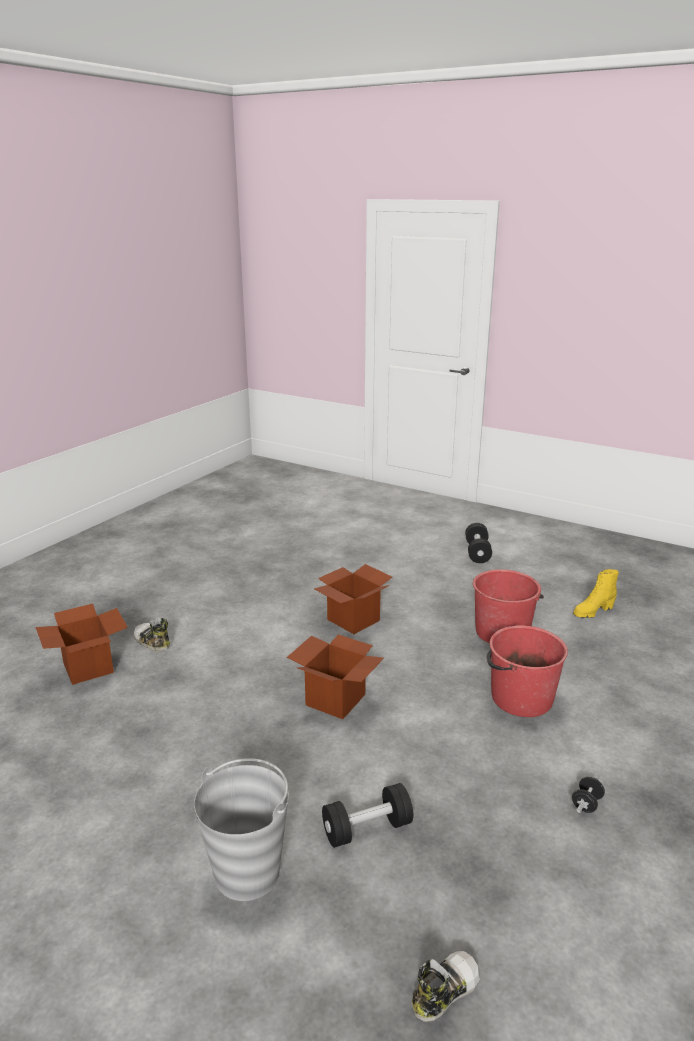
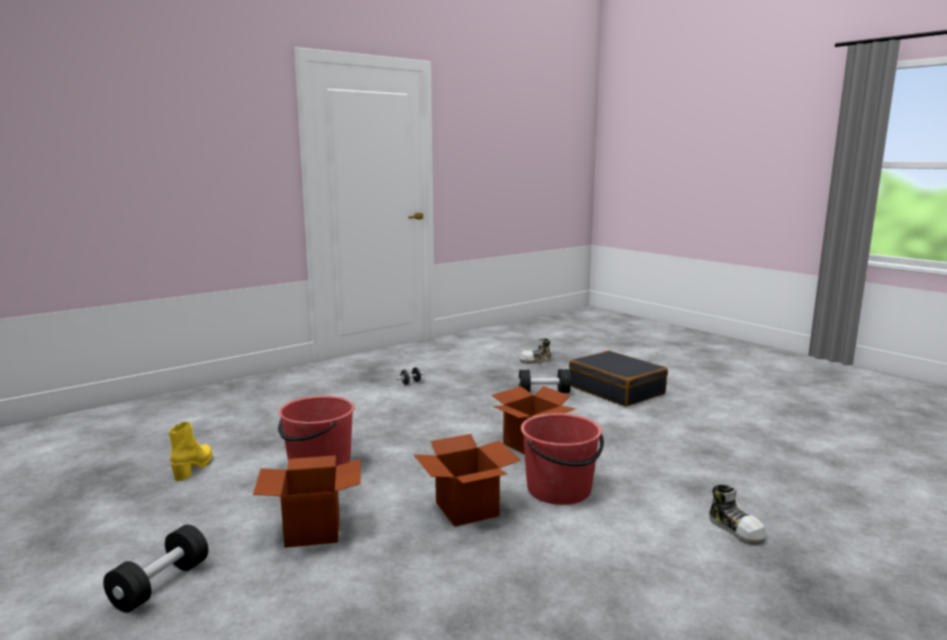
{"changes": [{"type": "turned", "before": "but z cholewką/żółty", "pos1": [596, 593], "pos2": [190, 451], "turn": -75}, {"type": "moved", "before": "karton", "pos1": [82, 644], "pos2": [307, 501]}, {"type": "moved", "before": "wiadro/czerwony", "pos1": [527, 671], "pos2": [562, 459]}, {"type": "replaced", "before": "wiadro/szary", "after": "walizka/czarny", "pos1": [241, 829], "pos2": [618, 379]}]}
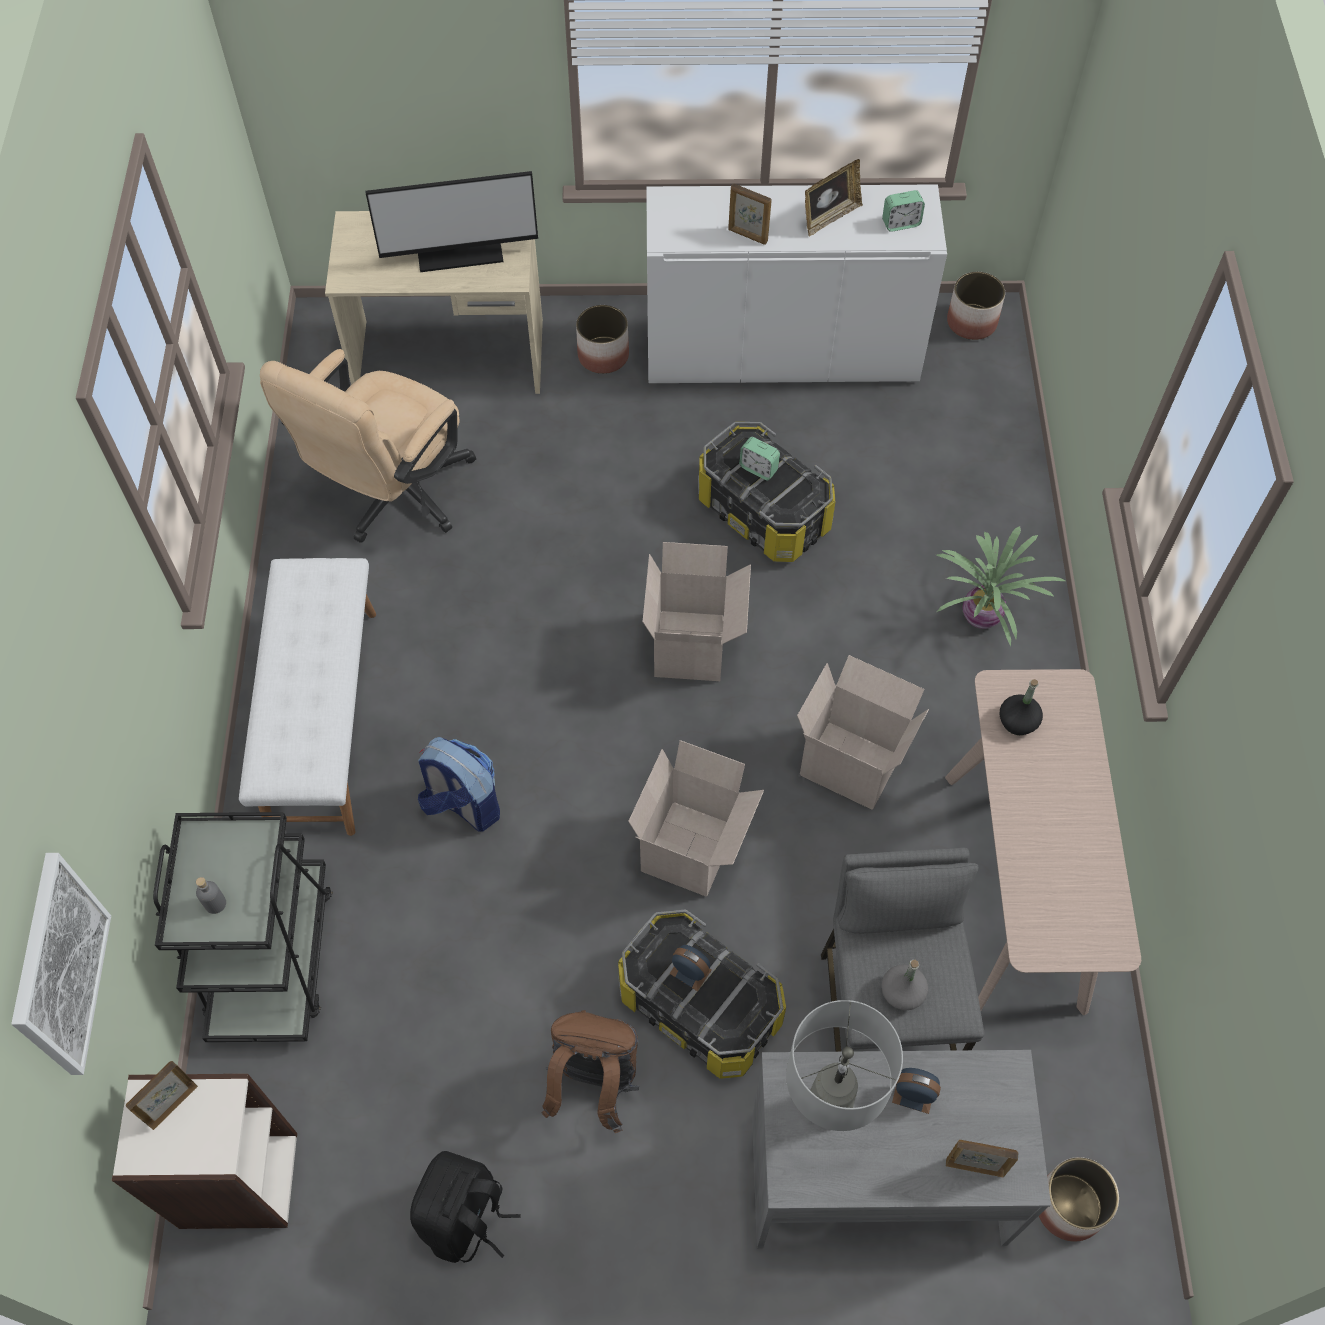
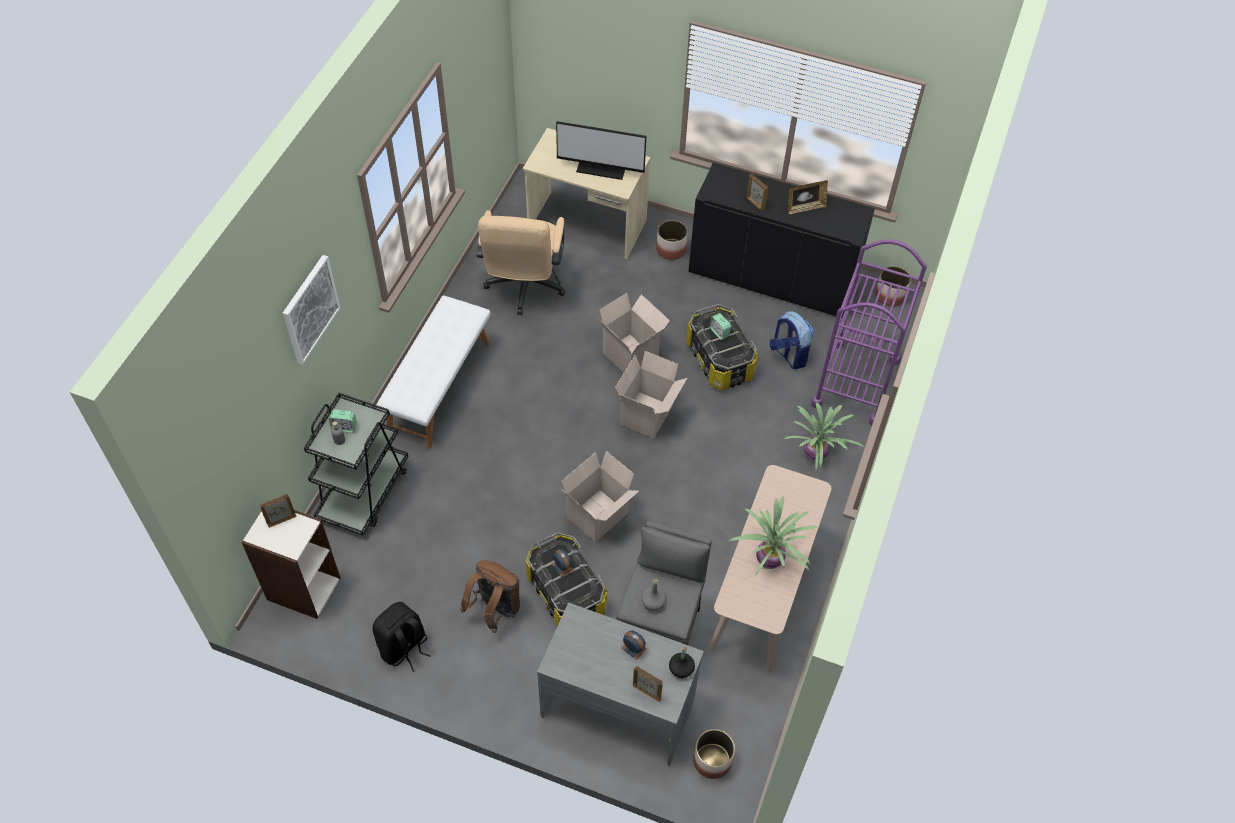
{"changes": [{"type": "recoloured", "before": "szafka/biały", "after": "szafka/czarny", "pos1": [796, 283], "pos2": [781, 240]}, {"type": "moved", "before": "budzik", "pos1": [903, 211], "pos2": [343, 421]}, {"type": "turned", "before": "krzesło biurowe/beżowy", "pos1": [368, 446], "pos2": [521, 262], "turn": -45}, {"type": "moved", "before": "karton", "pos1": [863, 732], "pos2": [634, 333]}, {"type": "moved", "before": "butelka/czarny", "pos1": [1021, 707], "pos2": [682, 662]}, {"type": "moved", "before": "plecak", "pos1": [459, 784], "pos2": [792, 340]}, {"type": "moved", "before": "obraz", "pos1": [61, 964], "pos2": [311, 310]}, {"type": "removed", "before": "lampa stołowa/szary", "pos1": [844, 1065]}, {"type": "added", "after": "wózek/fioletowy", "pos2": [869, 332]}, {"type": "added", "after": "roślina doniczkowa", "pos2": [773, 535]}]}
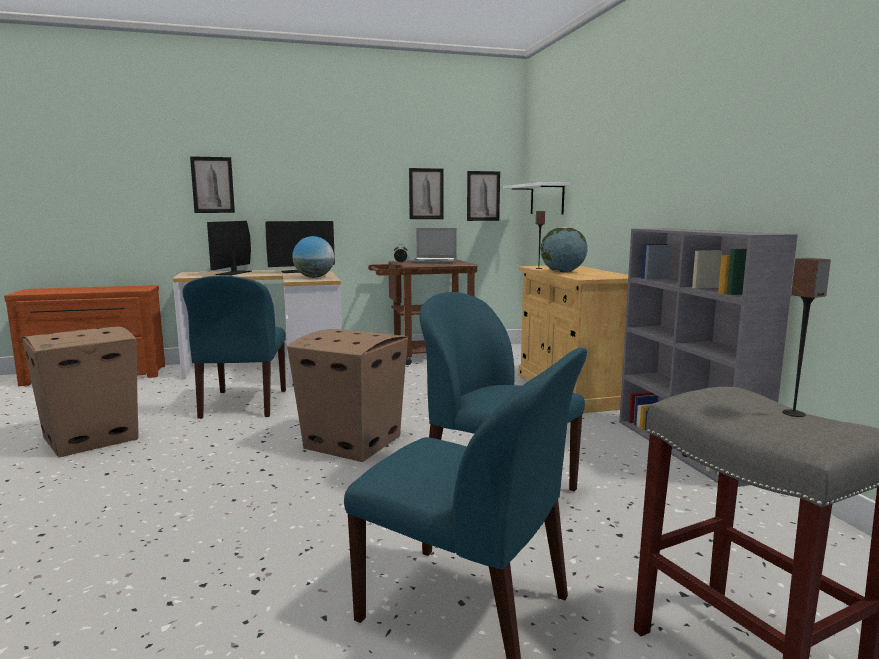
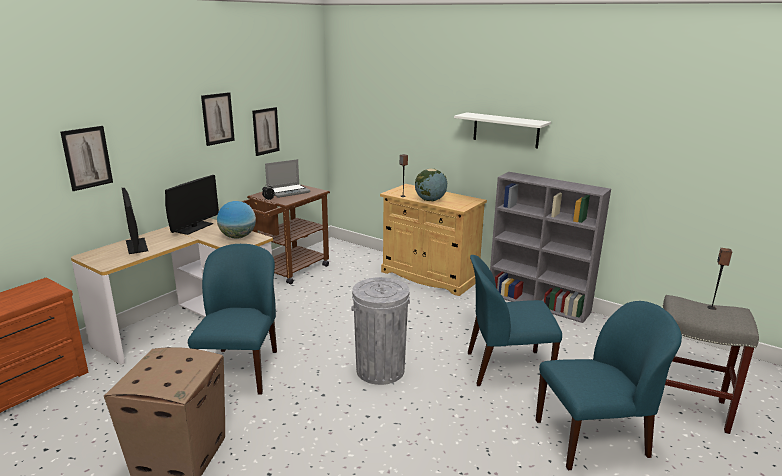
{"changes": [{"type": "moved", "before": "obraz", "pos1": [483, 196], "pos2": [218, 119]}, {"type": "moved", "before": "półka/biały", "pos1": [536, 198], "pos2": [502, 130]}, {"type": "turned", "before": "krzesło/niebieski", "pos1": [234, 347], "pos2": [232, 319], "turn": -135}, {"type": "replaced", "before": "karton", "after": "kosz na śmieci/szary", "pos1": [347, 395], "pos2": [380, 331]}]}
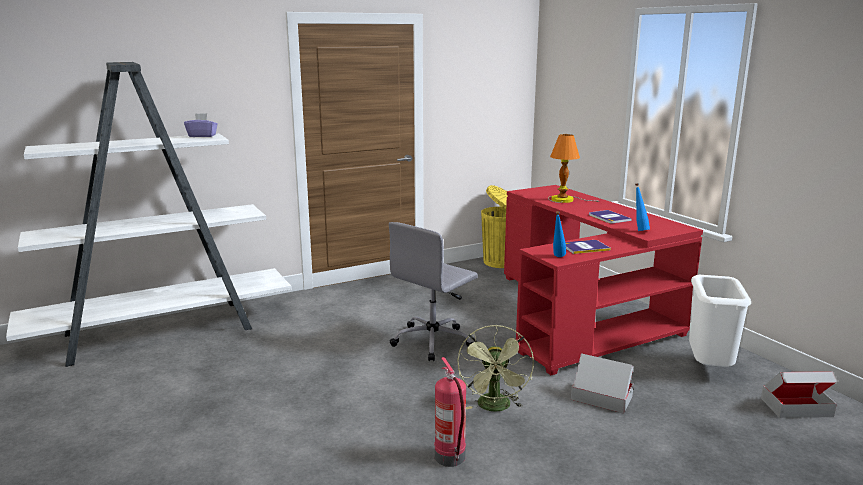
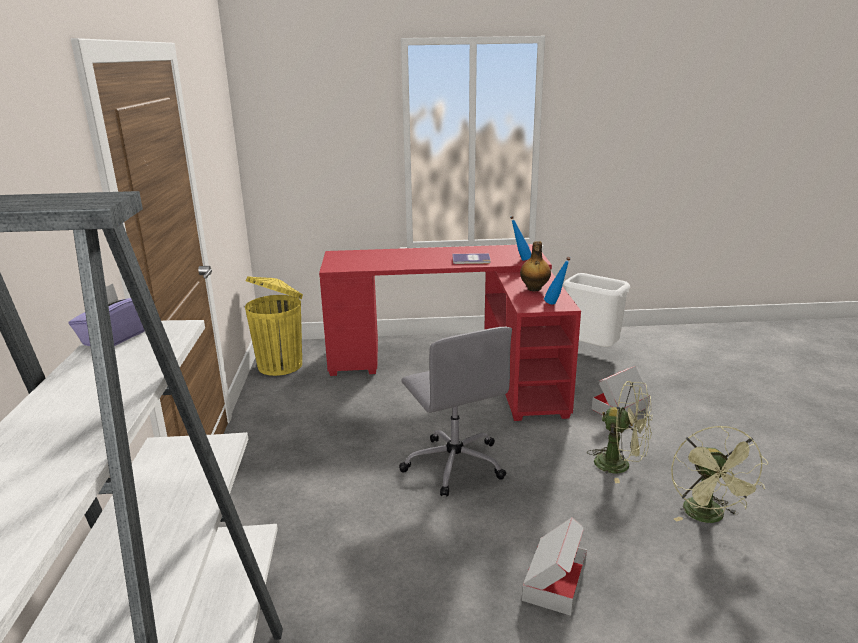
{"changes": [{"type": "removed", "before": "lampa stołowa", "pos1": [574, 168]}, {"type": "replaced", "before": "książka", "after": "butelka", "pos1": [588, 247], "pos2": [535, 266]}, {"type": "replaced", "before": "gaśnica", "after": "wentylator/zielony", "pos1": [450, 412], "pos2": [720, 474]}, {"type": "moved", "before": "karton", "pos1": [799, 394], "pos2": [554, 566]}]}
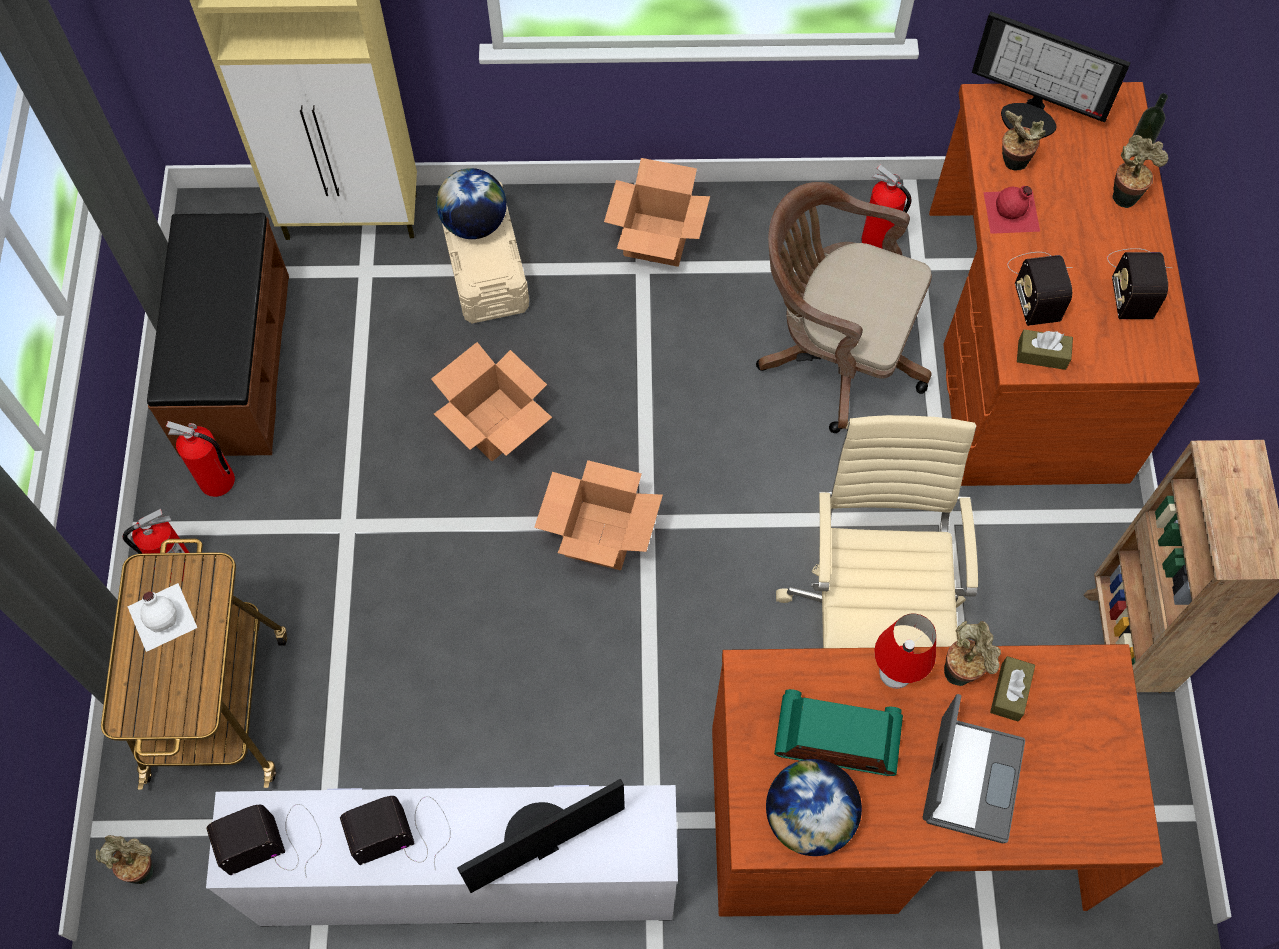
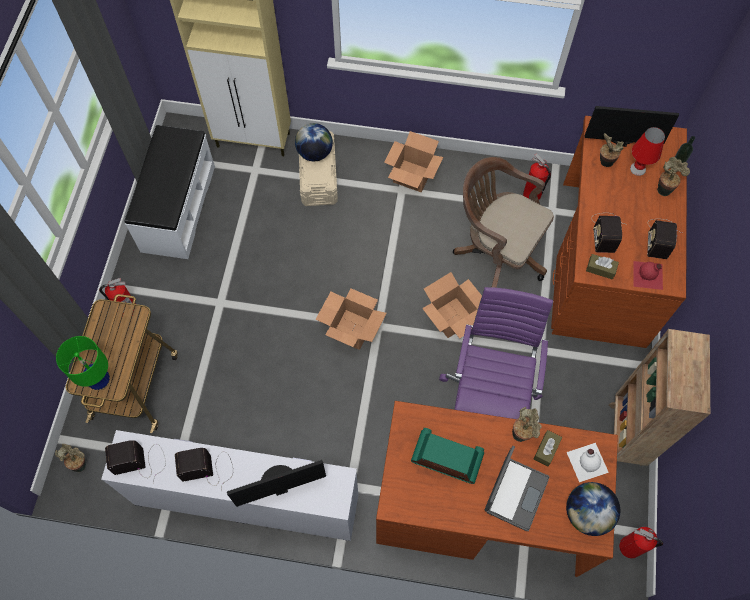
{"changes": [{"type": "turned", "before": "monitor", "pos1": [1051, 75], "pos2": [631, 126], "turn": 150}, {"type": "moved", "before": "butelka/czerwony", "pos1": [1012, 210], "pos2": [648, 275]}, {"type": "recoloured", "before": "ławka/brązowy", "after": "ławka/biały", "pos1": [218, 334], "pos2": [169, 192]}, {"type": "moved", "before": "karton", "pos1": [491, 401], "pos2": [452, 305]}, {"type": "recoloured", "before": "krzesło biurowe/beżowy", "after": "krzesło biurowe/fioletowy", "pos1": [877, 531], "pos2": [496, 353]}, {"type": "moved", "before": "gaśnica", "pos1": [200, 459], "pos2": [641, 543]}, {"type": "moved", "before": "butelka/biały", "pos1": [162, 617], "pos2": [588, 462]}, {"type": "moved", "before": "lampa stołowa/czerwony", "pos1": [905, 651], "pos2": [647, 151]}, {"type": "moved", "before": "globus", "pos1": [814, 807], "pos2": [593, 509]}, {"type": "added", "after": "lampa stołowa/zielony", "pos2": [83, 363]}]}
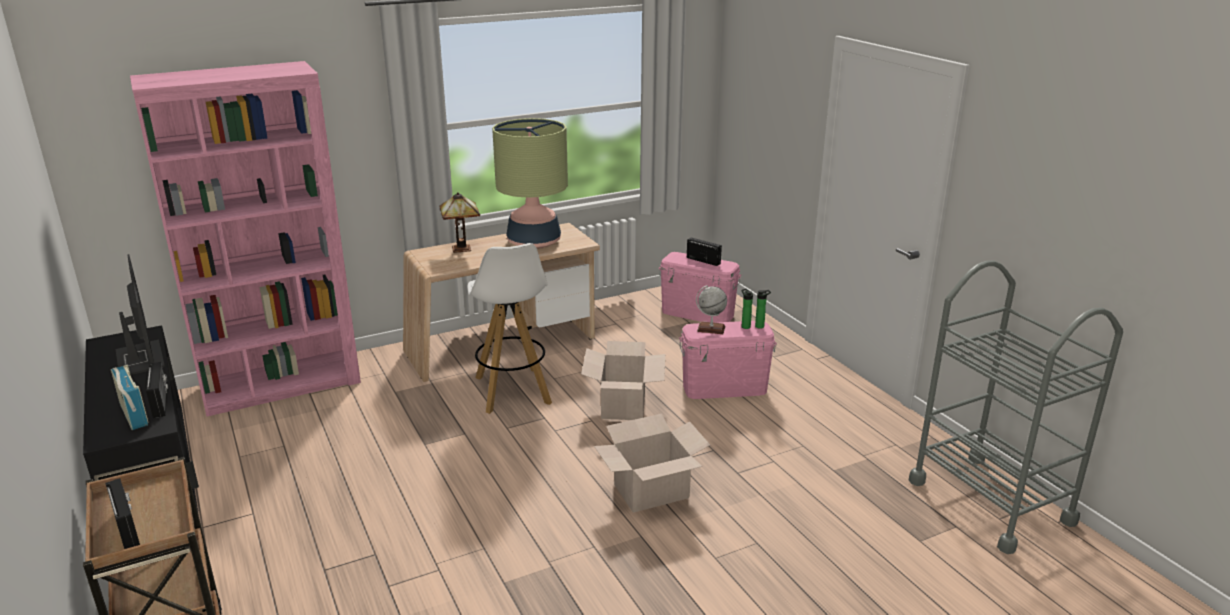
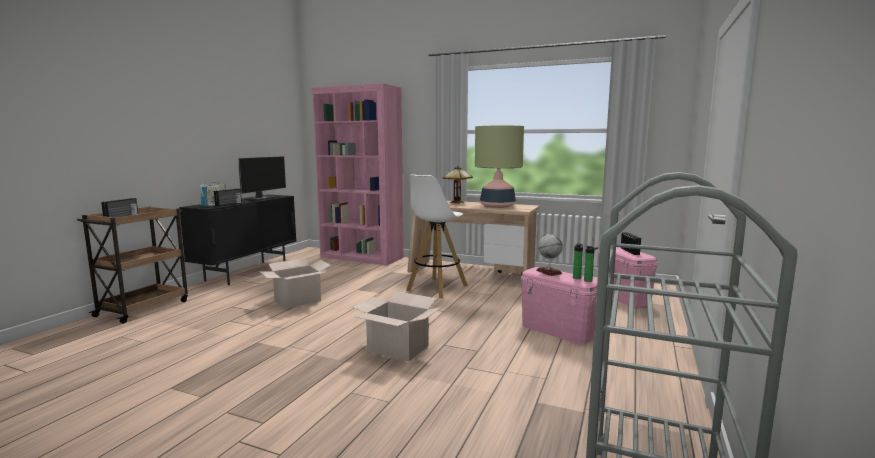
{"changes": [{"type": "moved", "before": "karton", "pos1": [623, 380], "pos2": [295, 284]}]}
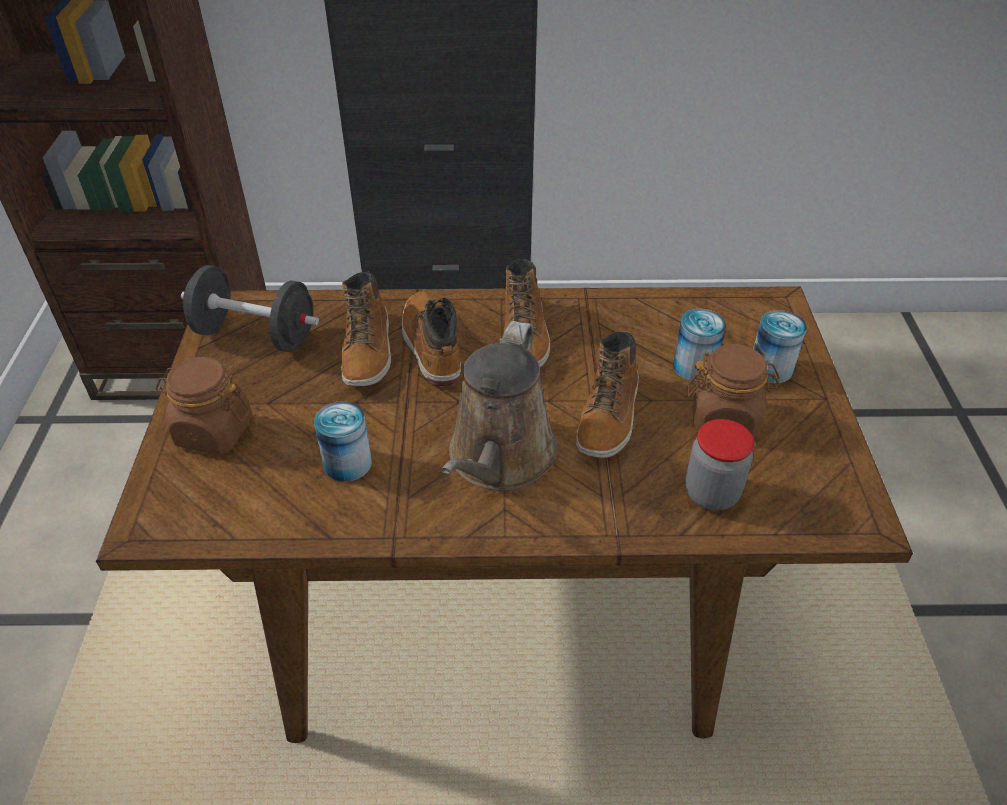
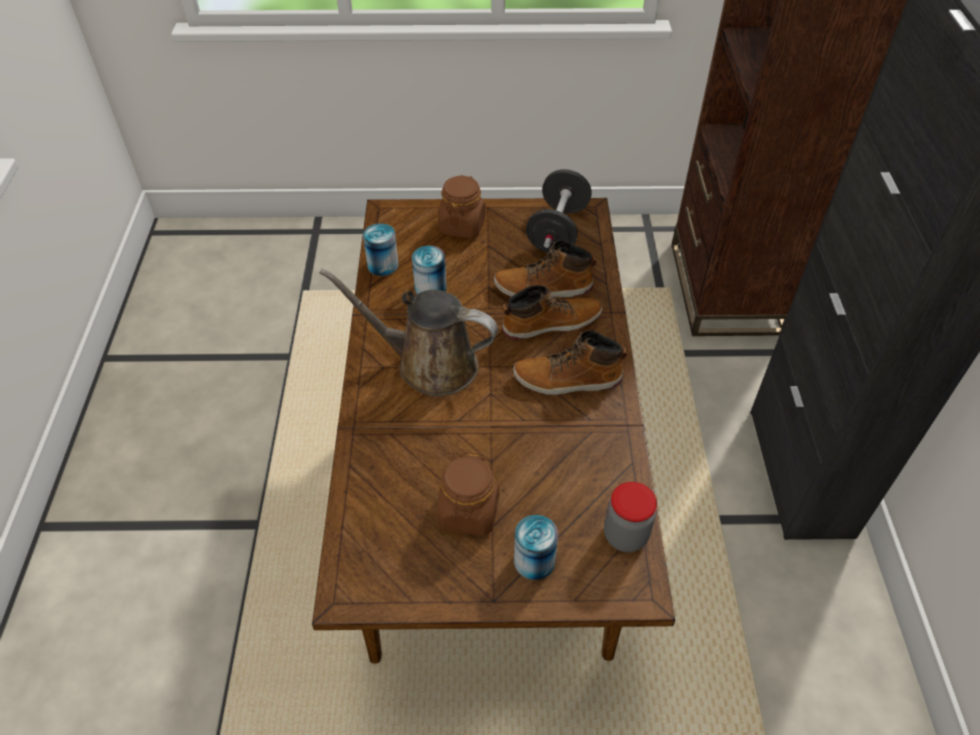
{"changes": [{"type": "moved", "before": "puszka", "pos1": [699, 345], "pos2": [380, 250]}, {"type": "removed", "before": "but z cholewką", "pos1": [607, 394]}, {"type": "moved", "before": "słoik", "pos1": [720, 464], "pos2": [630, 517]}]}
